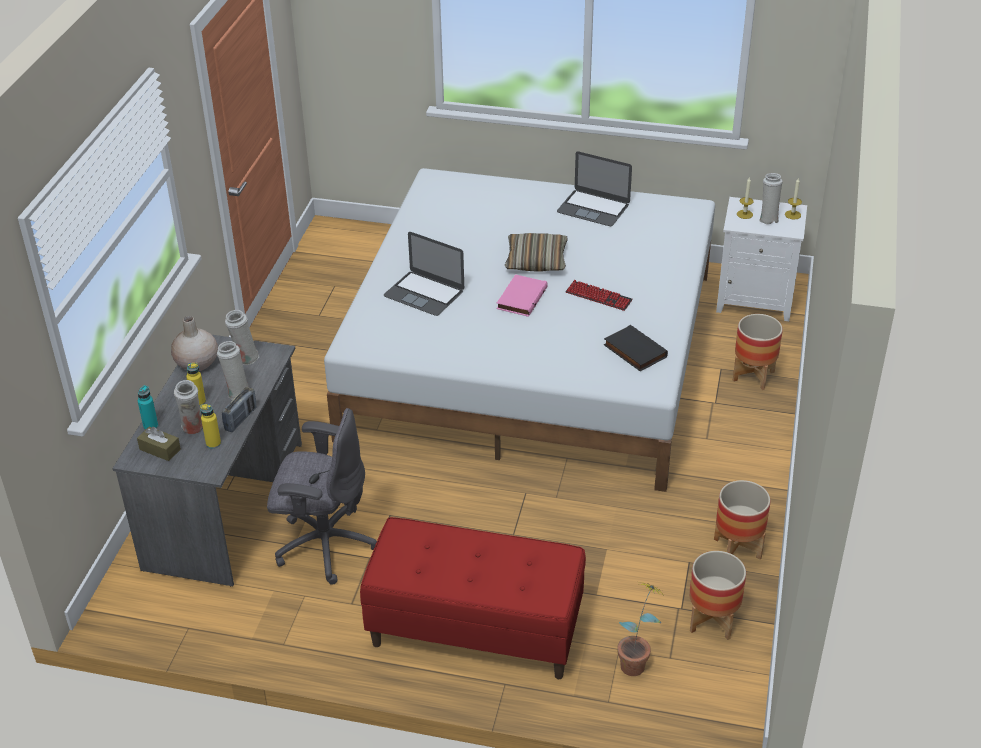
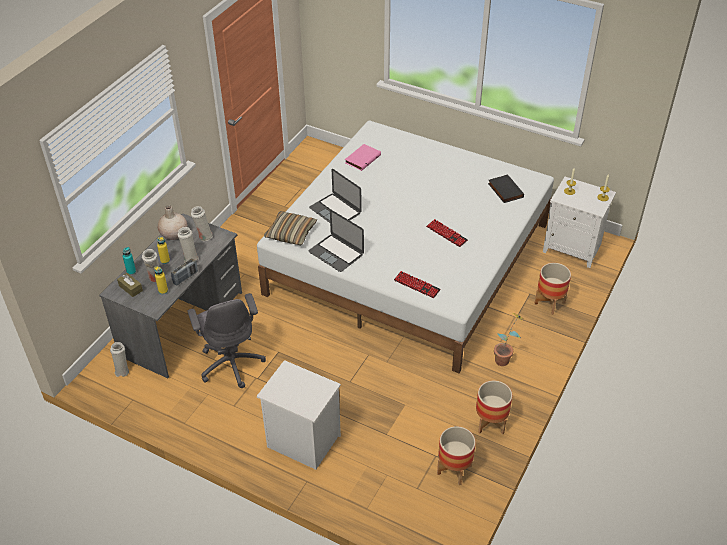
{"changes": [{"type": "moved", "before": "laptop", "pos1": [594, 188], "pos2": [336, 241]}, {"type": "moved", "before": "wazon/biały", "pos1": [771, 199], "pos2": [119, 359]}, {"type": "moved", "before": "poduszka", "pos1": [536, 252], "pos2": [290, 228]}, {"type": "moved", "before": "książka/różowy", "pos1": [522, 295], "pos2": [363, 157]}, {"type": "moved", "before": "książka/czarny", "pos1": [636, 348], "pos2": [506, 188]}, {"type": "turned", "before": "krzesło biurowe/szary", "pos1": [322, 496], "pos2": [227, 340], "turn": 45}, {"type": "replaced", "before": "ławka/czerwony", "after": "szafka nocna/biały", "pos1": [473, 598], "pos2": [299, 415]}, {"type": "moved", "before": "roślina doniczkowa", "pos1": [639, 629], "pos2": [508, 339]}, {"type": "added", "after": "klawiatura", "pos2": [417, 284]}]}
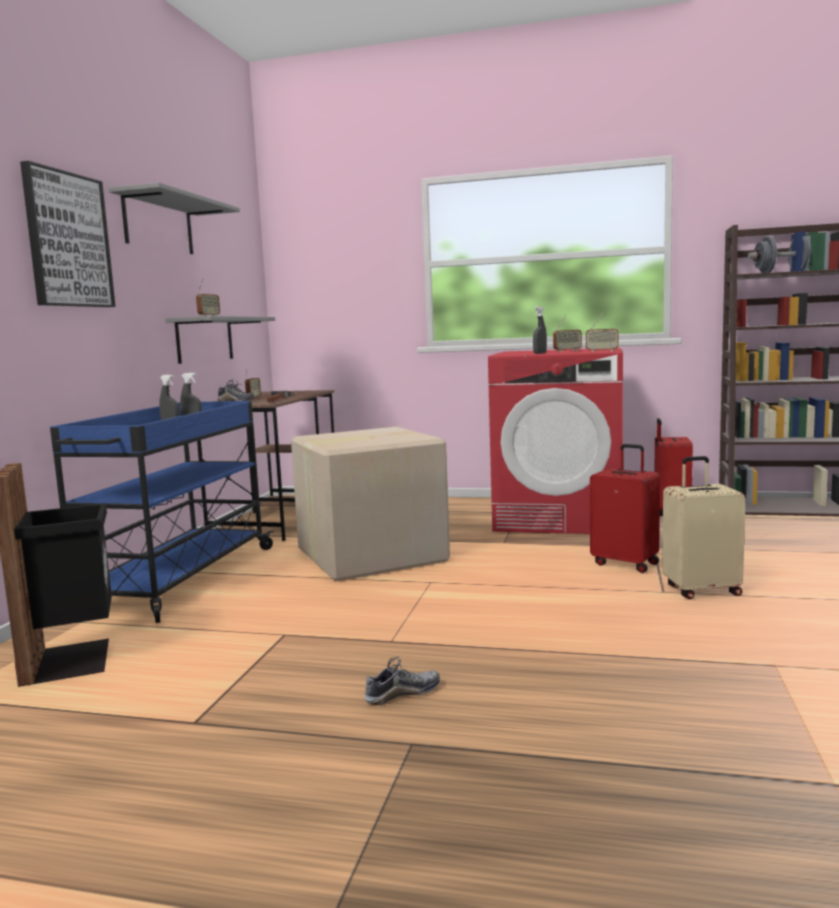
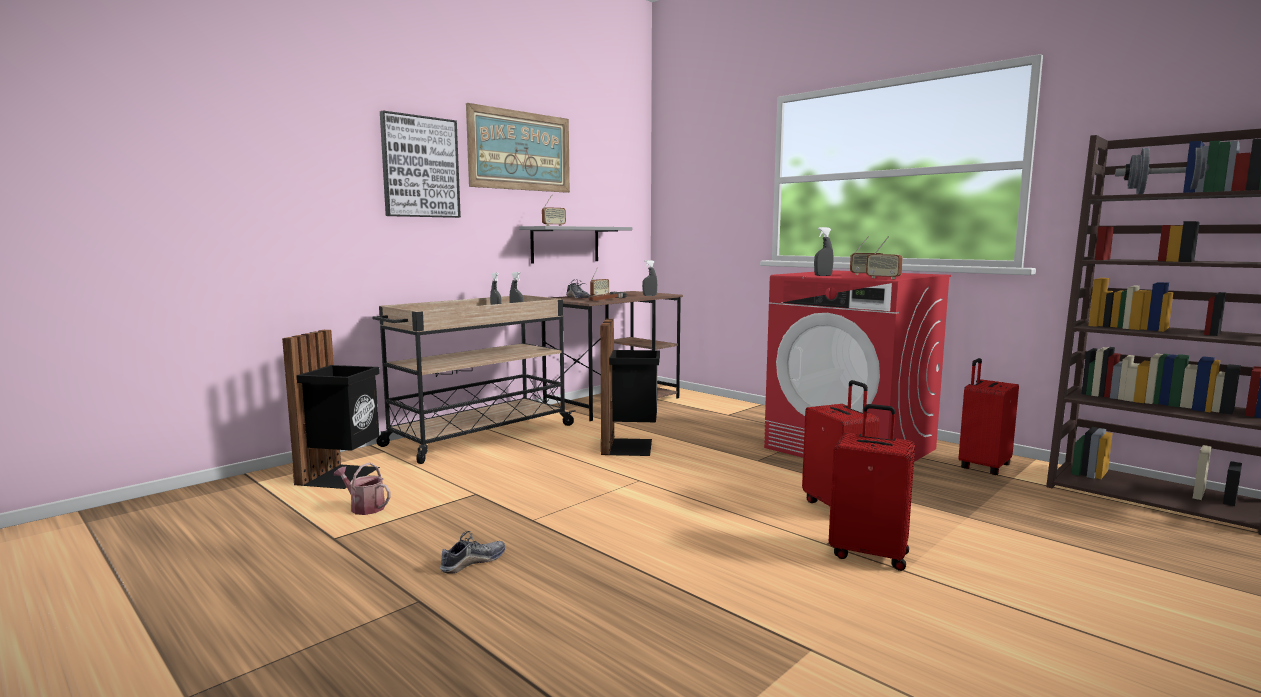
{"changes": [{"type": "replaced", "before": "półka/szary", "after": "obraz", "pos1": [174, 218], "pos2": [518, 148]}, {"type": "recoloured", "before": "wózek/niebieski", "after": "wózek/beżowy", "pos1": [162, 512], "pos2": [474, 379]}, {"type": "replaced", "before": "karton", "after": "kosz na śmieci/czarny", "pos1": [370, 504], "pos2": [630, 387]}, {"type": "recoloured", "before": "walizka/beżowy", "after": "walizka/czerwony", "pos1": [704, 527], "pos2": [872, 487]}, {"type": "turned", "before": "but", "pos1": [402, 681], "pos2": [472, 552], "turn": -45}, {"type": "added", "after": "spryskiwacz/szary", "pos2": [649, 278]}, {"type": "added", "after": "konewka", "pos2": [362, 489]}]}
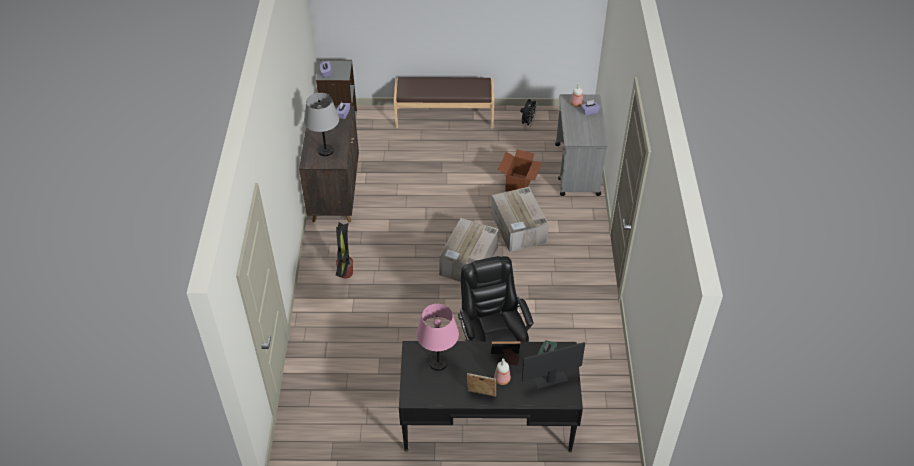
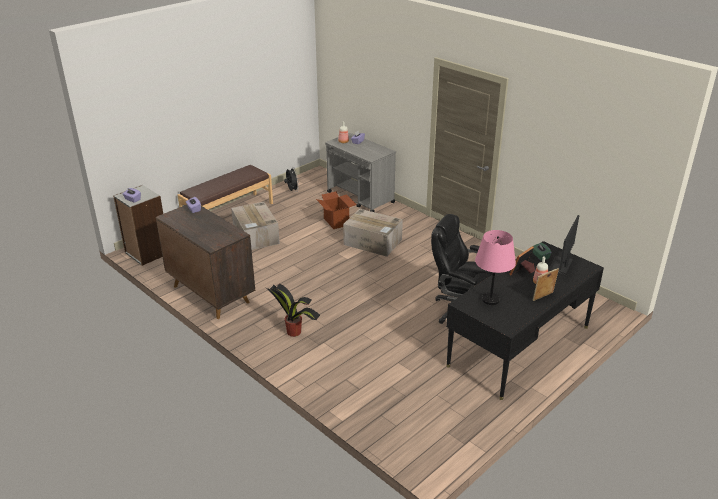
{"changes": [{"type": "removed", "before": "lampa stołowa/szary", "pos1": [321, 124]}, {"type": "moved", "before": "karton", "pos1": [469, 250], "pos2": [255, 226]}]}
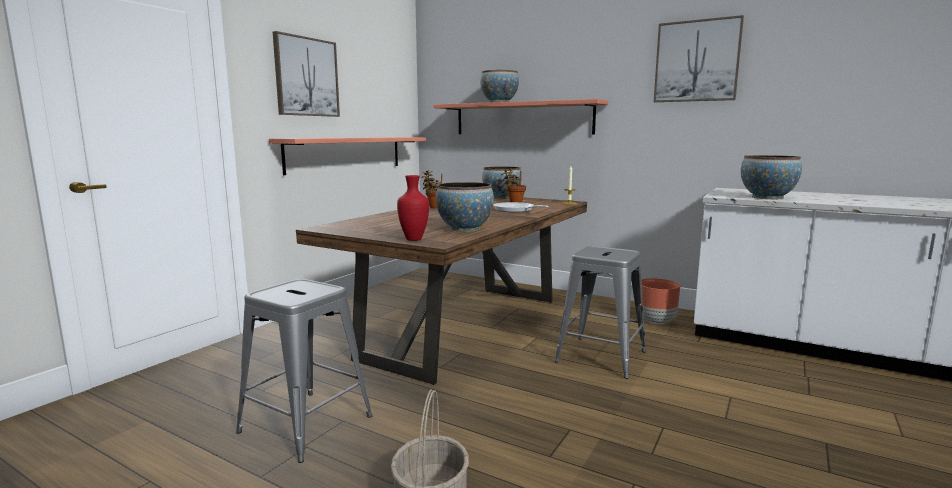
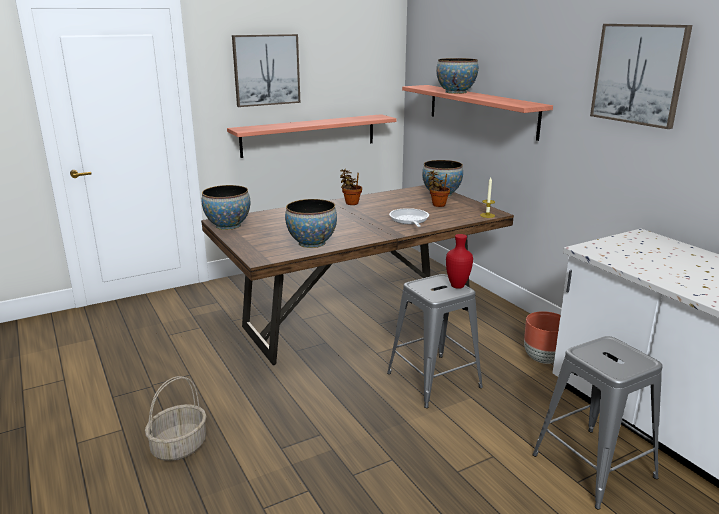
{"changes": [{"type": "moved", "before": "miska", "pos1": [771, 177], "pos2": [226, 207]}, {"type": "moved", "before": "wazon/czerwony", "pos1": [413, 208], "pos2": [459, 261]}, {"type": "moved", "before": "stołek/szary", "pos1": [304, 371], "pos2": [597, 422]}]}
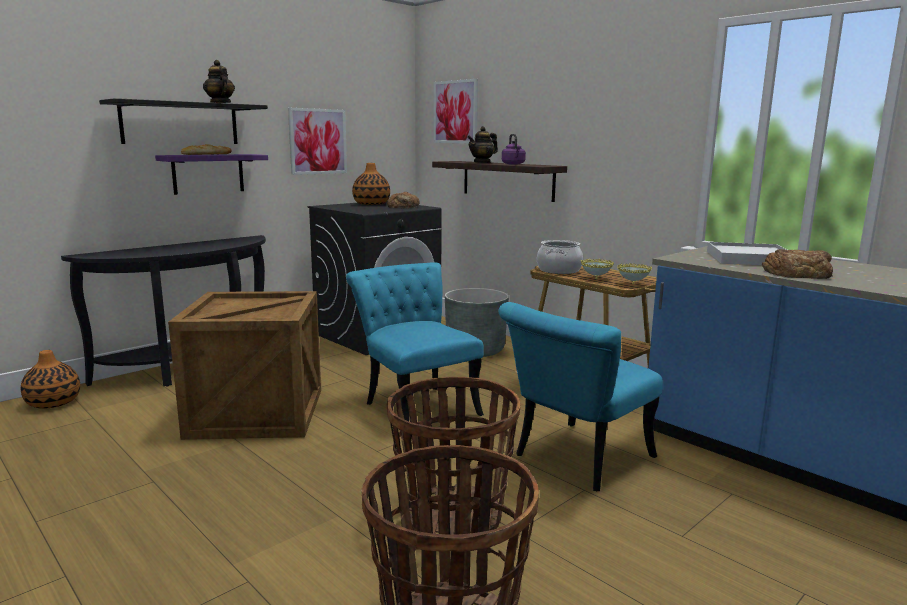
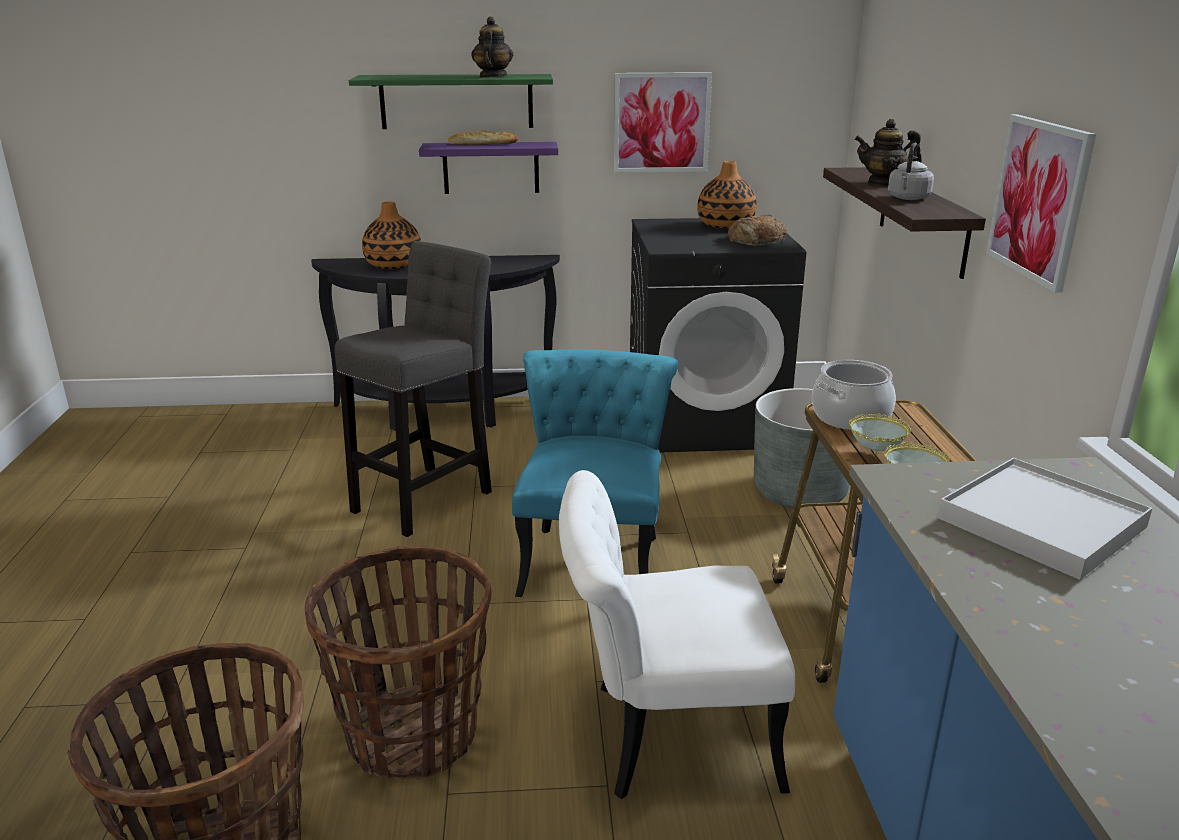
{"changes": [{"type": "moved", "before": "obraz", "pos1": [455, 111], "pos2": [1041, 203]}, {"type": "recoloured", "before": "półka/czarny", "after": "półka/zielony", "pos1": [183, 121], "pos2": [451, 101]}, {"type": "recoloured", "before": "czajnik/fioletowy", "after": "czajnik/szary", "pos1": [514, 149], "pos2": [911, 171]}, {"type": "removed", "before": "chleb", "pos1": [797, 264]}, {"type": "replaced", "before": "skrzynka", "after": "stołek/szary", "pos1": [244, 365], "pos2": [413, 389]}, {"type": "recoloured", "before": "krzesło/turkusowy", "after": "krzesło/biały", "pos1": [581, 396], "pos2": [677, 634]}, {"type": "moved", "before": "wazon", "pos1": [50, 379], "pos2": [391, 235]}]}
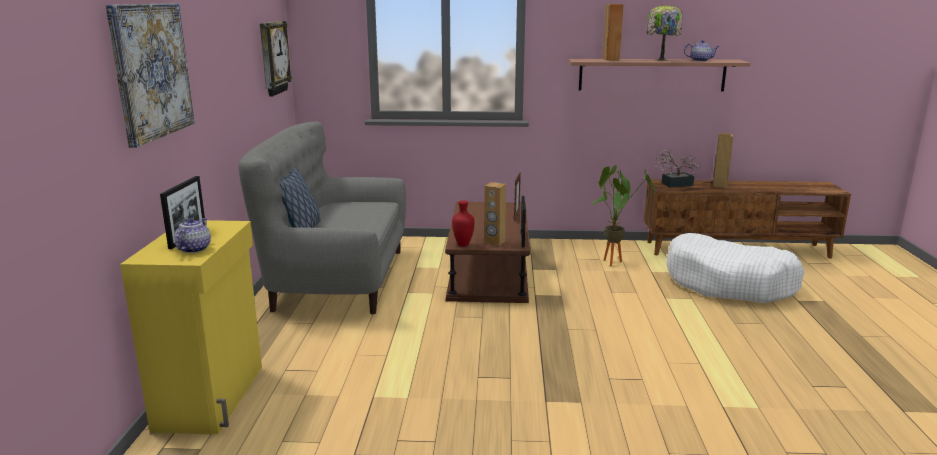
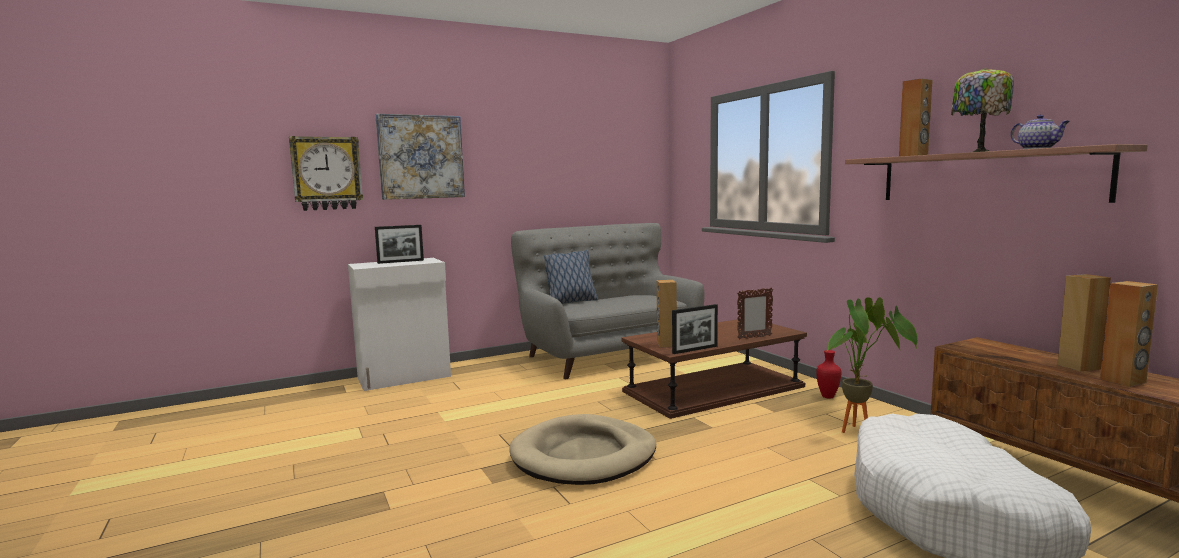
{"changes": [{"type": "moved", "before": "zegar ścienny", "pos1": [276, 59], "pos2": [326, 173]}, {"type": "removed", "before": "roślina doniczkowa", "pos1": [677, 168]}, {"type": "moved", "before": "wazon/czerwony", "pos1": [463, 223], "pos2": [828, 374]}, {"type": "removed", "before": "imbryk", "pos1": [192, 235]}, {"type": "recoloured", "before": "szafka/żółty", "after": "szafka/biały", "pos1": [191, 327], "pos2": [399, 324]}, {"type": "added", "after": "głośnik/brązowy", "pos2": [1129, 334]}, {"type": "added", "after": "legowisko/beżowy", "pos2": [582, 449]}]}
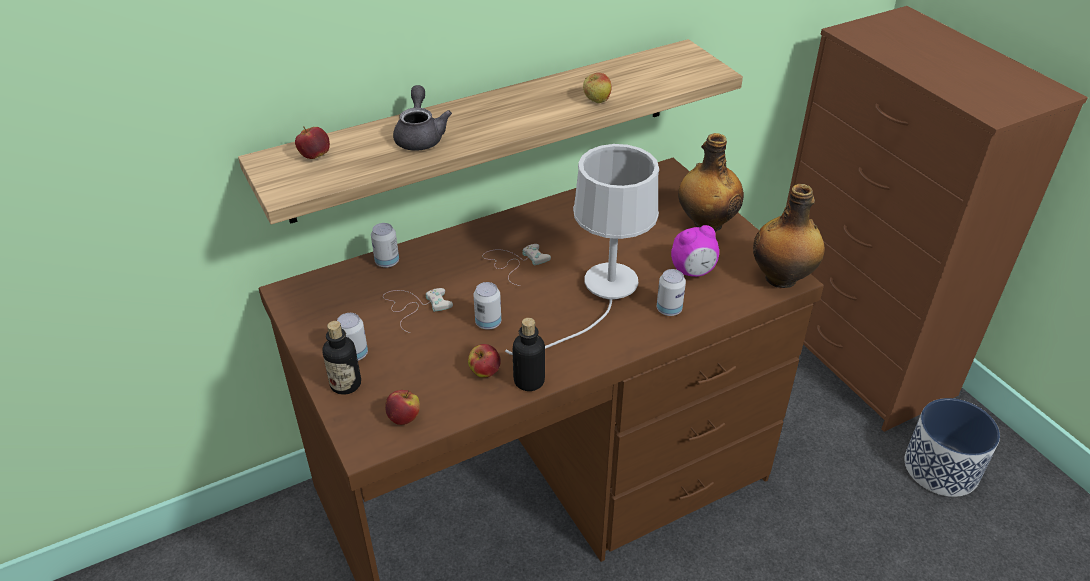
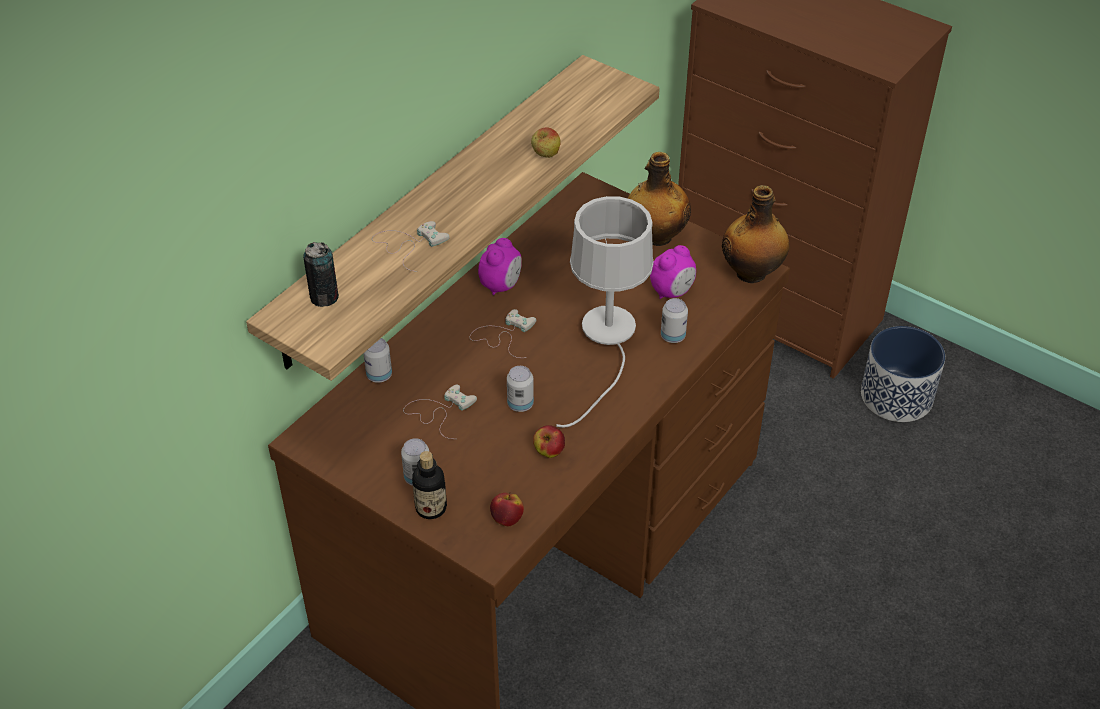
{"changes": [{"type": "replaced", "before": "imbryk/szary", "after": "pad do gier/biały", "pos1": [422, 118], "pos2": [411, 246]}, {"type": "replaced", "before": "jabłko", "after": "puszka", "pos1": [312, 143], "pos2": [321, 274]}, {"type": "removed", "before": "butelka", "pos1": [529, 354]}, {"type": "added", "after": "budzik", "pos2": [500, 266]}]}
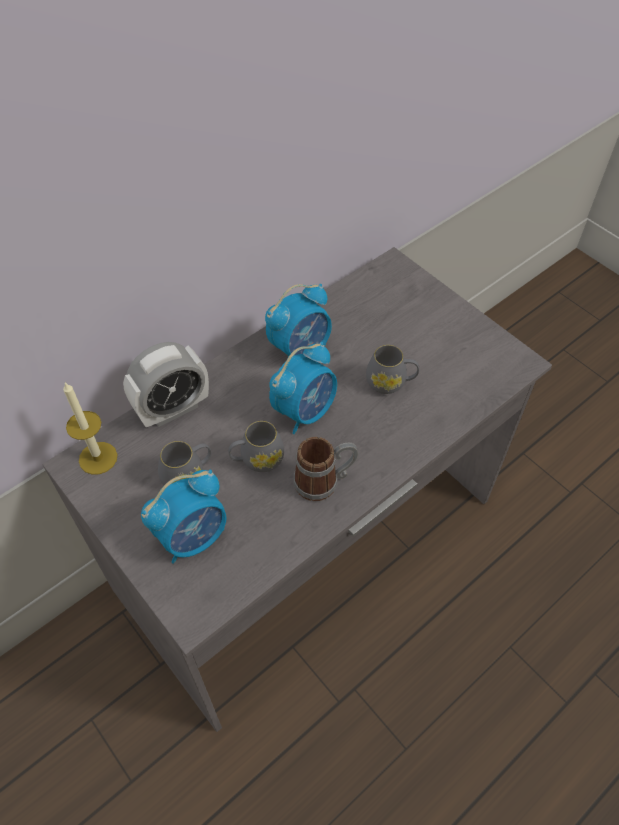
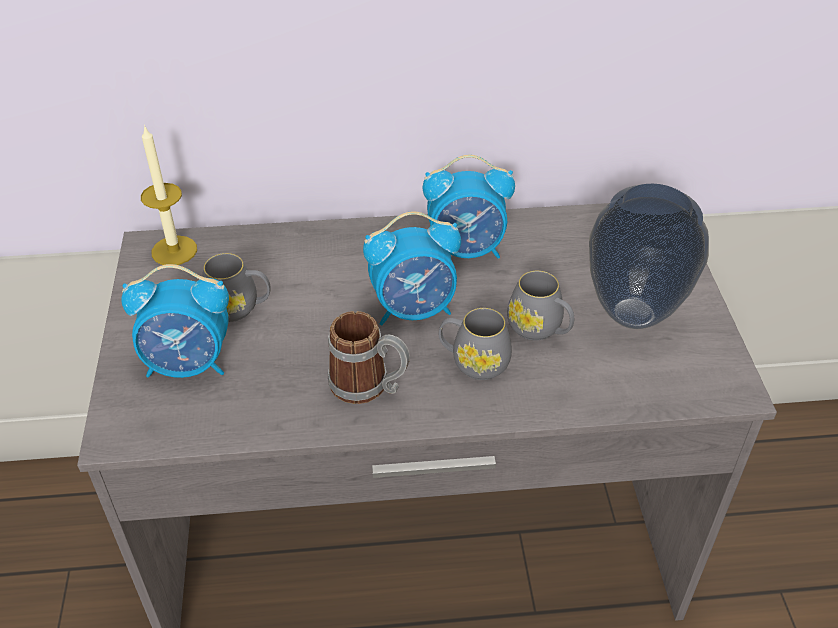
{"changes": [{"type": "removed", "before": "budzik", "pos1": [166, 384]}, {"type": "moved", "before": "kubek/szary", "pos1": [256, 446], "pos2": [475, 344]}, {"type": "added", "after": "wazon", "pos2": [649, 256]}]}
